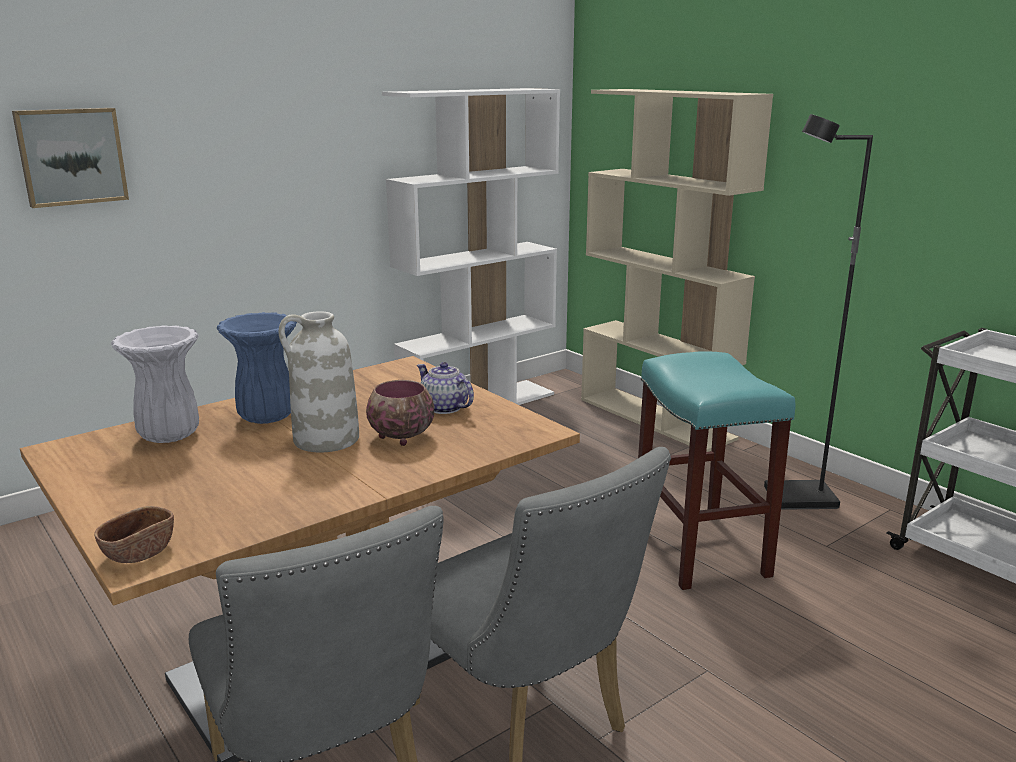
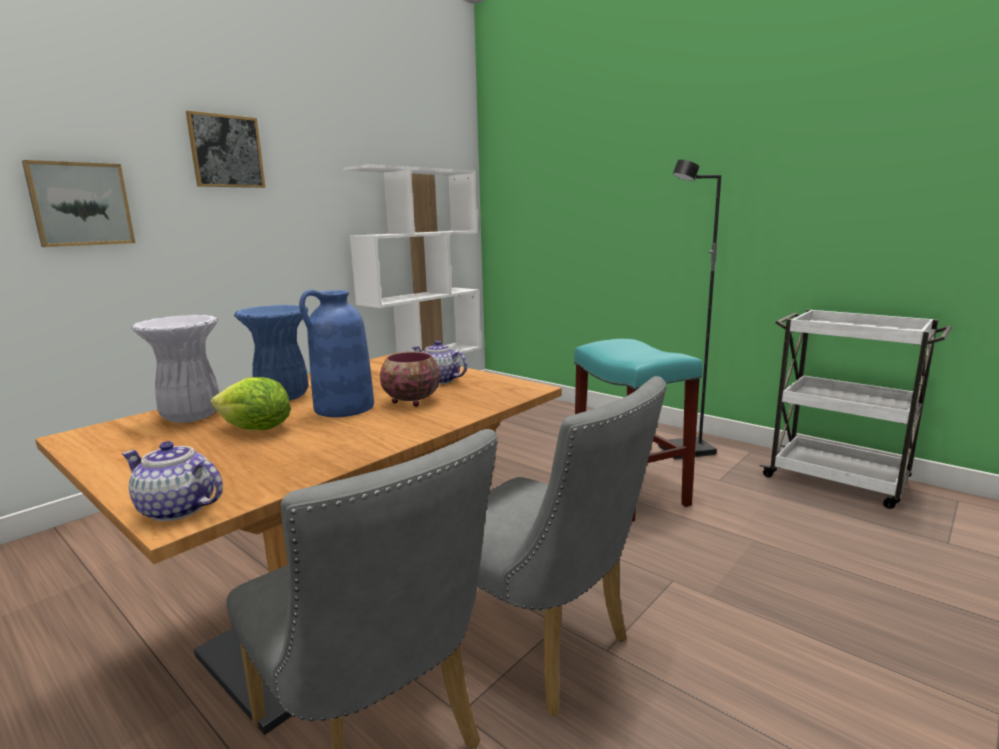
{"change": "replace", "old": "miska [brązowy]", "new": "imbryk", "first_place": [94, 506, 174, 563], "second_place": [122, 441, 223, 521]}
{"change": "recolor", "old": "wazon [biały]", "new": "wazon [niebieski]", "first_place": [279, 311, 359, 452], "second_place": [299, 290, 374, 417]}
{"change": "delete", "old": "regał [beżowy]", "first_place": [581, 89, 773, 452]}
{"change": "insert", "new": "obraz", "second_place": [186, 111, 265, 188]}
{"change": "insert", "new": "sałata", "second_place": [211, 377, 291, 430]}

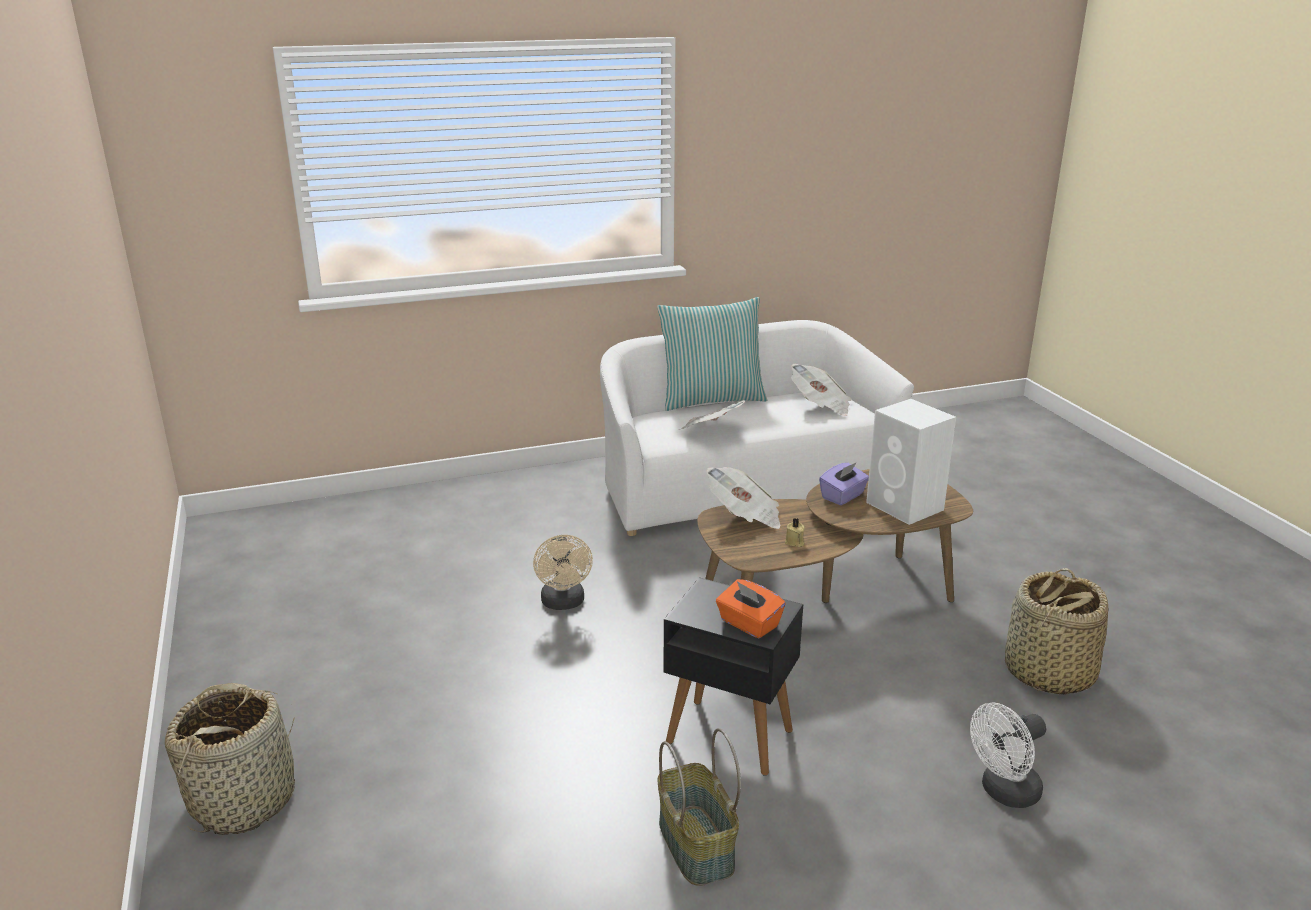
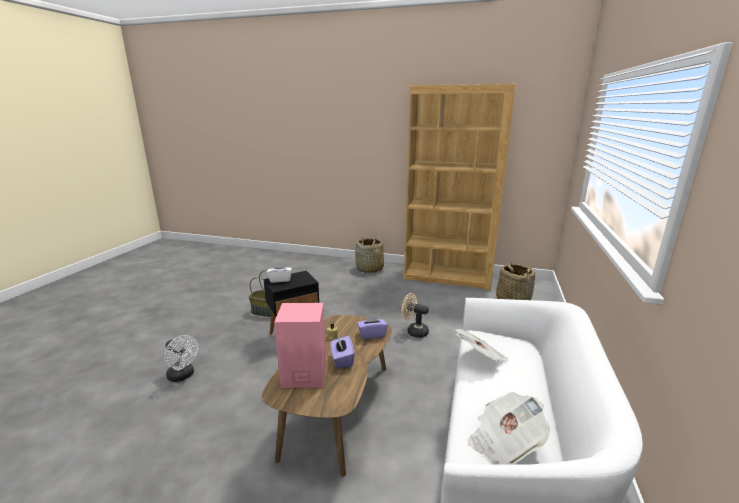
{"change": "delete", "old": "poduszka", "first_place": [657, 297, 767, 411]}
{"change": "replace", "old": "gazeta", "new": "pudełko chusteczek [fioletowy]", "first_place": [706, 467, 780, 529], "second_place": [357, 314, 388, 339]}
{"change": "recolor", "old": "pudełko chusteczek [pomarańczowy]", "new": "pudełko chusteczek [biały]", "first_place": [716, 579, 786, 639], "second_place": [267, 262, 292, 283]}
{"change": "recolor", "old": "głośnik [biały]", "new": "głośnik [różowy]", "first_place": [866, 399, 956, 525], "second_place": [274, 303, 326, 388]}
{"change": "rotate", "old": "wentylator [biały]", "first_place": [970, 702, 1046, 808], "second_place": [164, 335, 198, 382], "degrees": 120}
{"change": "move", "old": "koszyk", "first_place": [1005, 568, 1108, 695], "second_place": [496, 262, 535, 300]}
{"change": "insert", "new": "regał [brązowy]", "second_place": [404, 84, 515, 290]}

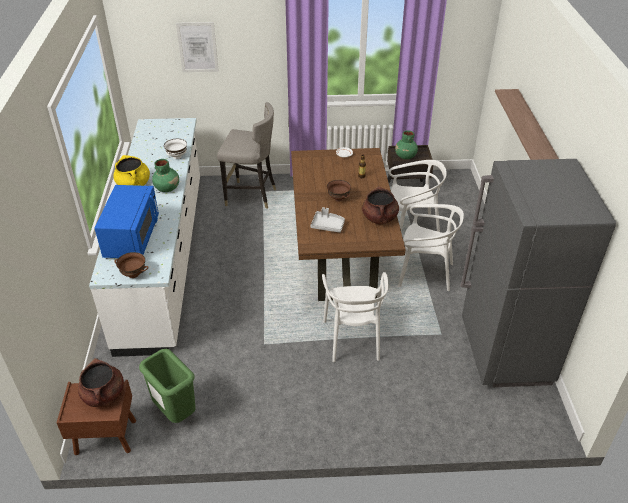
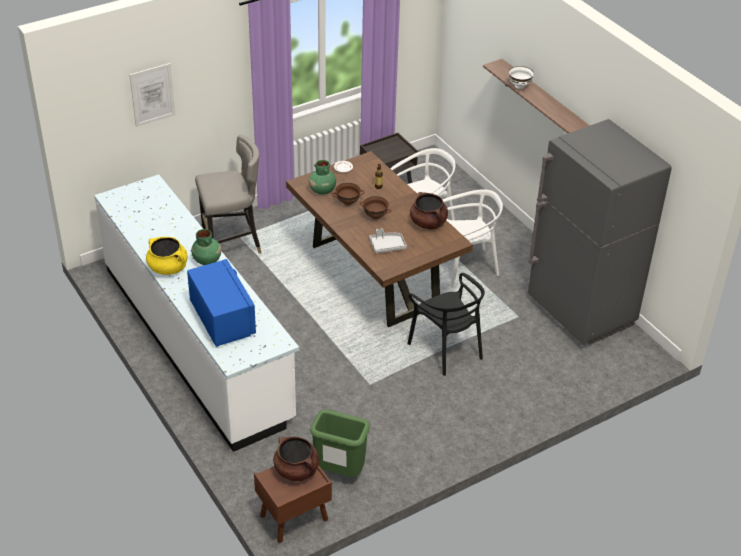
{"change": "move", "old": "miska [brązowy]", "first_place": [114, 252, 149, 278], "second_place": [332, 183, 365, 206]}
{"change": "move", "old": "miska [biały]", "first_place": [164, 139, 187, 159], "second_place": [509, 66, 534, 89]}
{"change": "recolor", "old": "krzesło [biały]", "new": "krzesło [czarny]", "first_place": [322, 272, 388, 362], "second_place": [407, 273, 485, 376]}
{"change": "move", "old": "wazon [zielony]", "first_place": [395, 130, 418, 159], "second_place": [309, 160, 336, 195]}

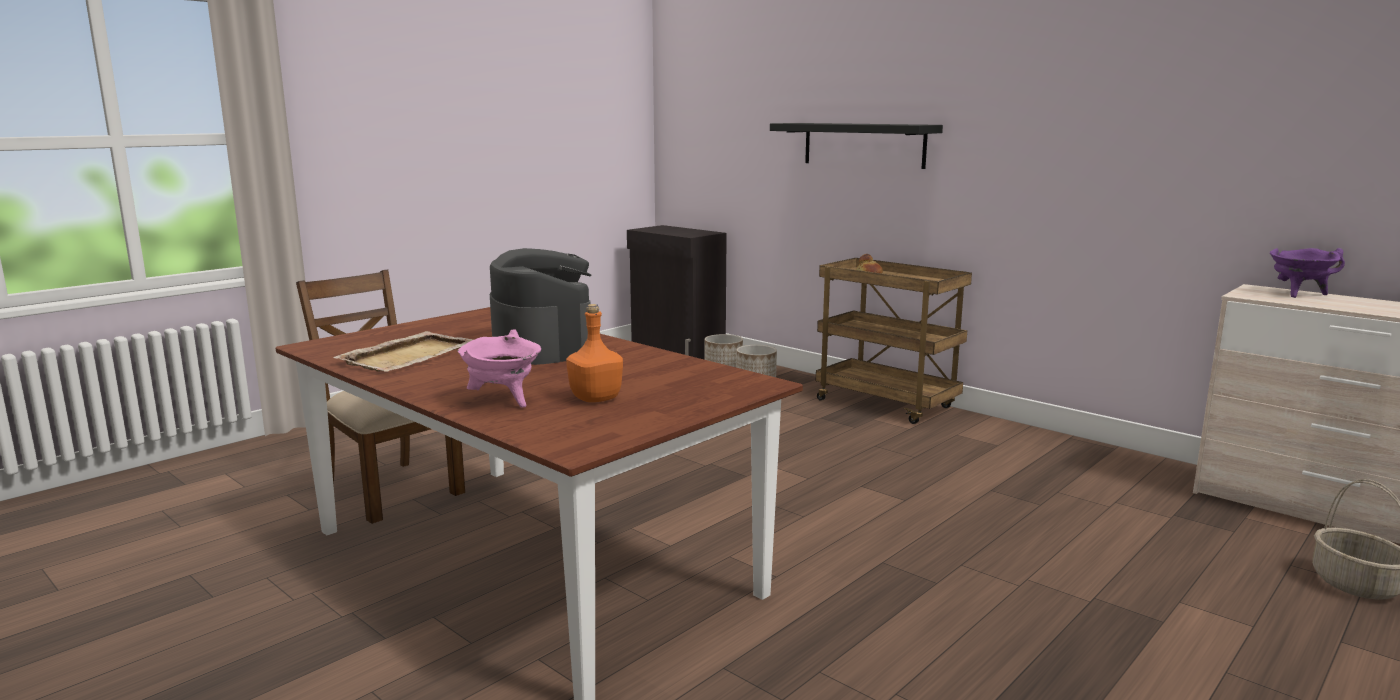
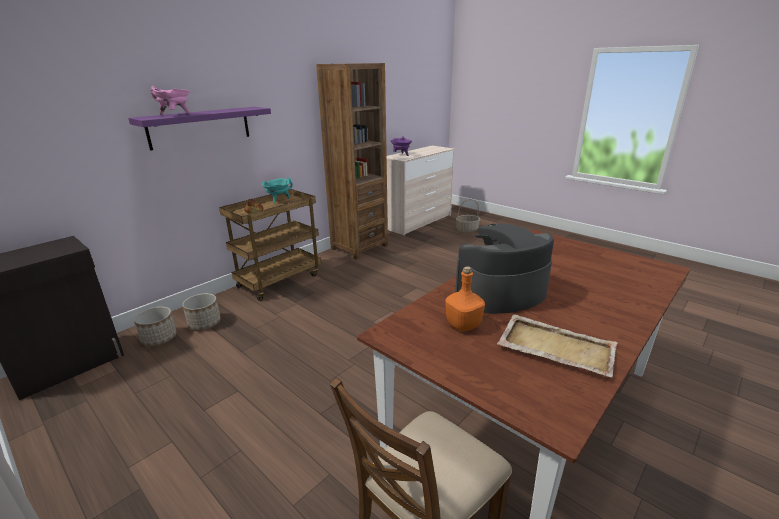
{"change": "move", "old": "garnek [różowy]", "first_place": [457, 329, 541, 407], "second_place": [150, 86, 190, 115]}
{"change": "move", "old": "butelka [pomarańczowy]", "first_place": [566, 304, 623, 402], "second_place": [445, 267, 485, 331]}
{"change": "recolor", "old": "półka [czarny]", "new": "półka [fioletowy]", "first_place": [770, 123, 943, 169], "second_place": [128, 107, 271, 151]}
{"change": "insert", "new": "garnek [turkusowy]", "second_place": [262, 178, 293, 204]}
{"change": "insert", "new": "regał [brązowy]", "second_place": [316, 63, 388, 260]}

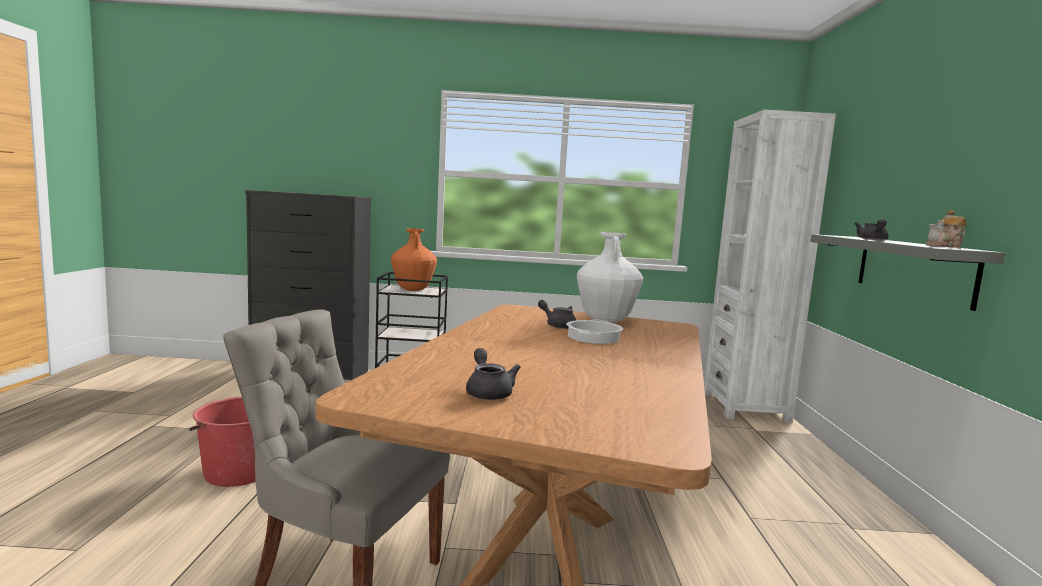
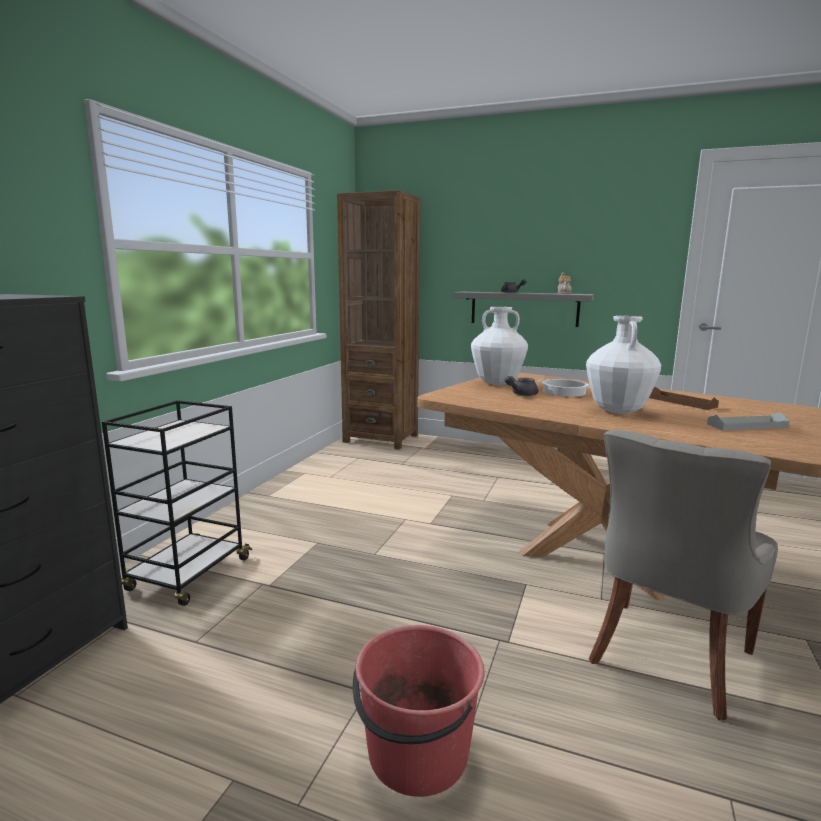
{"change": "delete", "old": "wazon [pomarańczowy]", "first_place": [391, 228, 437, 291]}
{"change": "replace", "old": "imbryk [szary]", "new": "taca [szary]", "first_place": [466, 348, 521, 400], "second_place": [707, 412, 790, 430]}
{"change": "recolor", "old": "regał [biały]", "new": "regał [brązowy]", "first_place": [704, 110, 836, 423], "second_place": [337, 190, 421, 450]}
{"change": "insert", "new": "wazon [biały]", "second_place": [586, 316, 661, 414]}
{"change": "insert", "new": "taca [brązowy]", "second_place": [649, 387, 719, 410]}

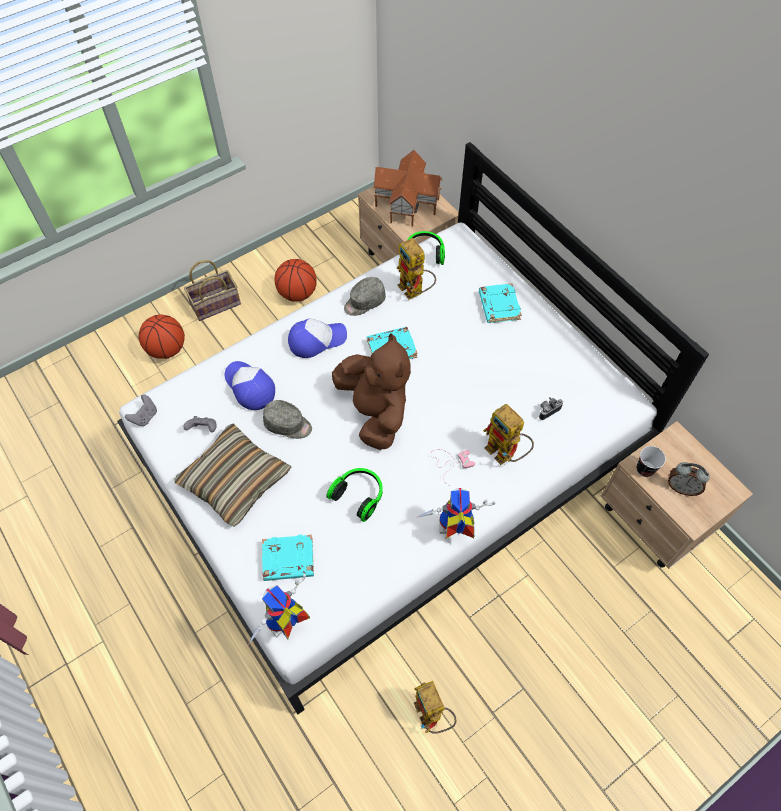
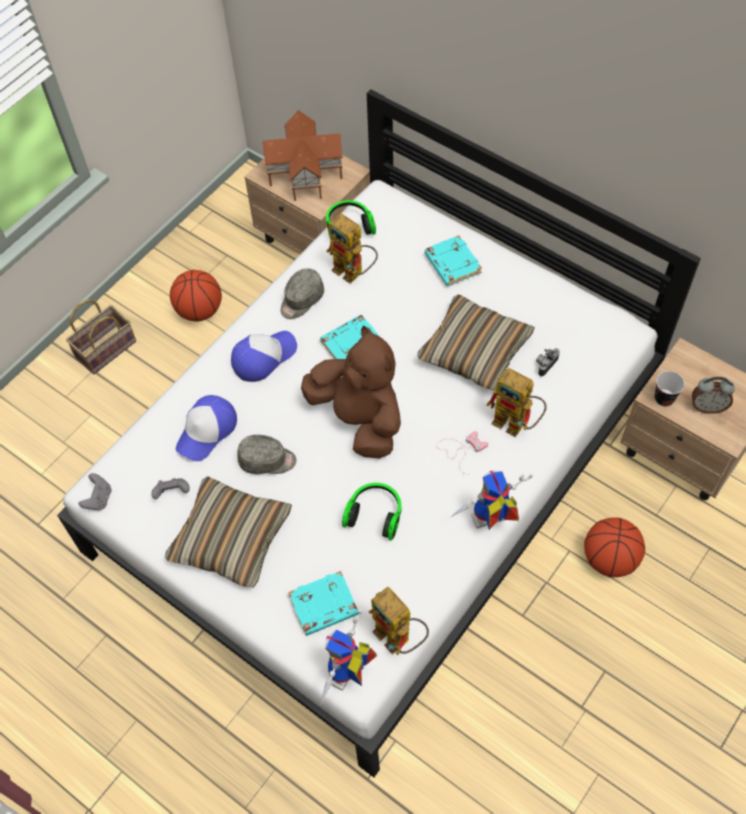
{"change": "move", "old": "piłka do koszykówki", "first_place": [138, 315, 185, 359], "second_place": [584, 518, 645, 577]}
{"change": "rotate", "old": "czapka z daszkiem", "first_place": [225, 361, 275, 410], "second_place": [176, 395, 237, 461], "degrees": -90}
{"change": "move", "old": "robot zabawkowy", "first_place": [414, 681, 456, 734], "second_place": [369, 587, 429, 655]}
{"change": "insert", "new": "poduszka", "second_place": [417, 295, 535, 391]}

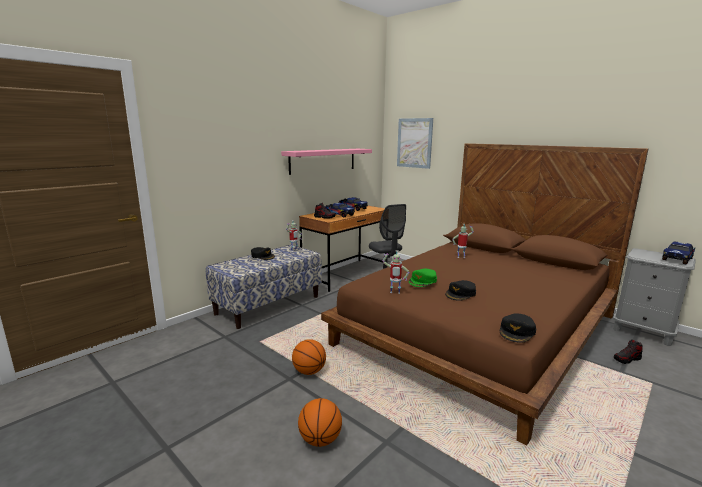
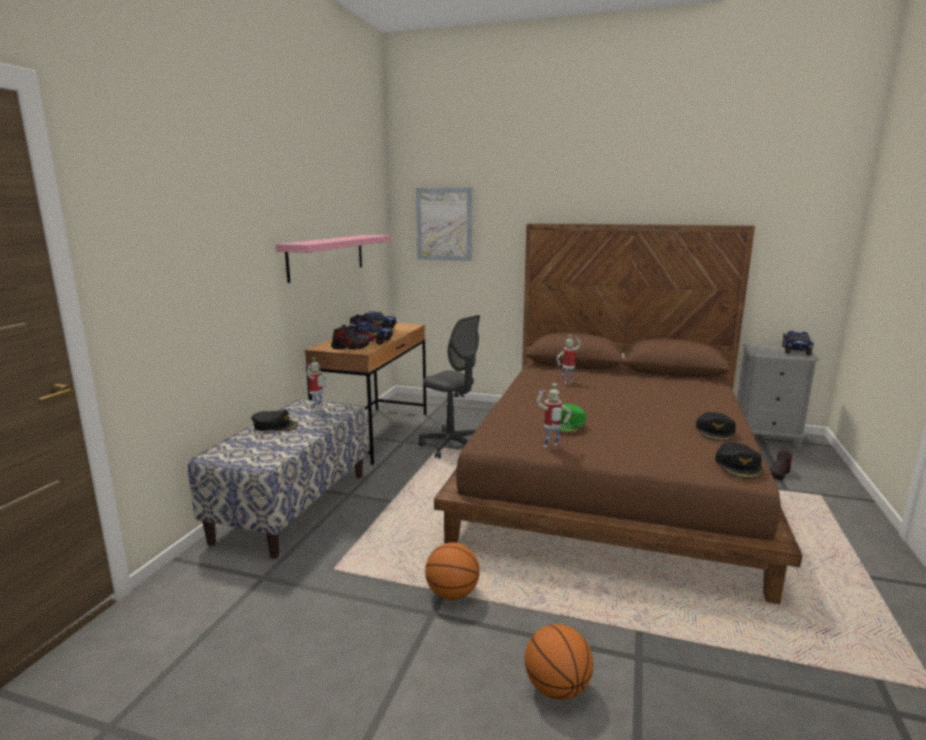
{"change": "move", "old": "czapka z daszkiem [czarny]", "first_place": [445, 280, 476, 301], "second_place": [696, 412, 736, 441]}

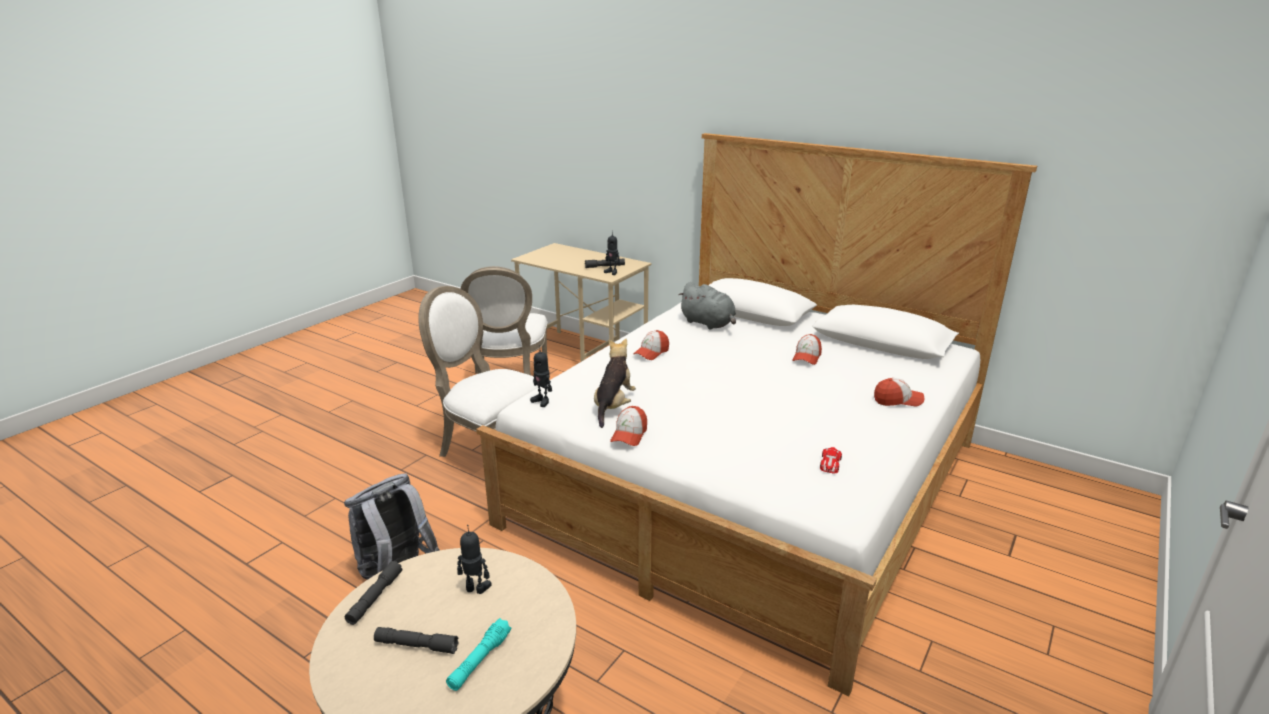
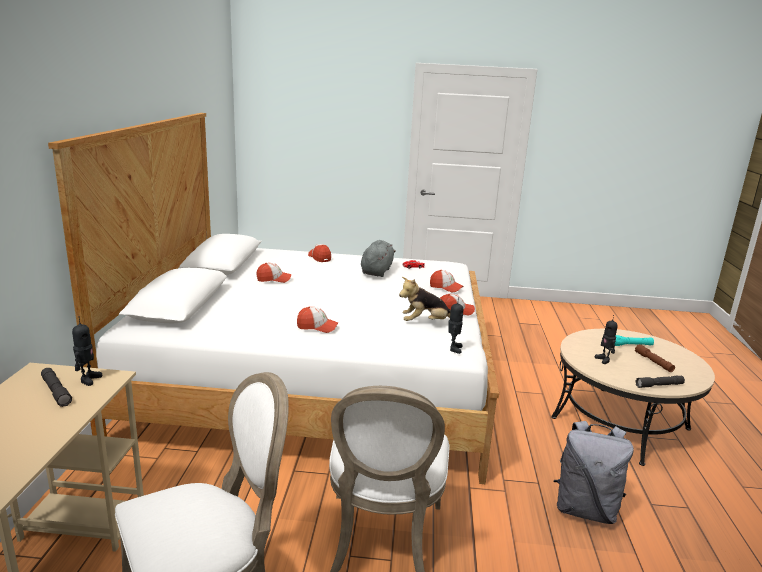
{"change": "recolor", "old": "latarka [szary]", "new": "latarka [brązowy]", "first_place": [374, 627, 459, 654], "second_place": [635, 344, 675, 372]}
{"change": "move", "old": "pluszak [szary]", "first_place": [678, 282, 736, 330], "second_place": [361, 240, 396, 277]}
{"change": "insert", "new": "czapka z daszkiem", "second_place": [430, 270, 464, 293]}

